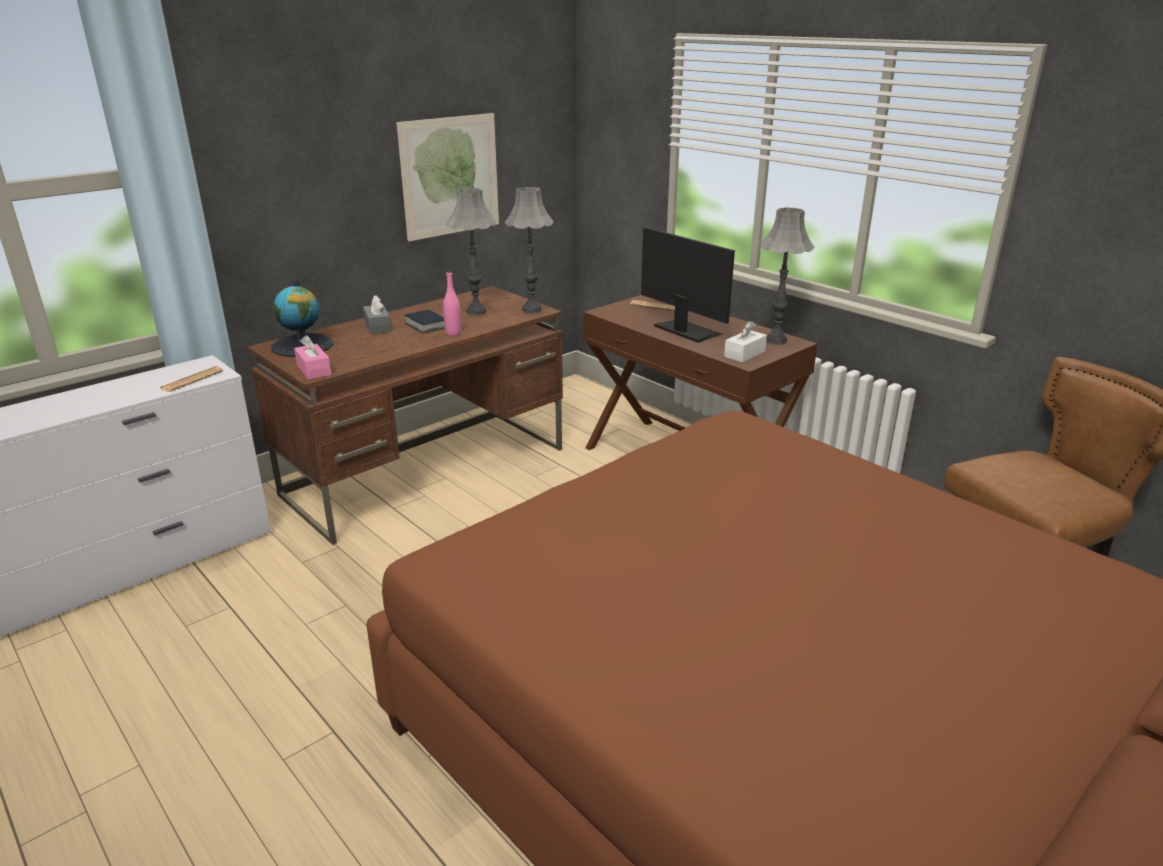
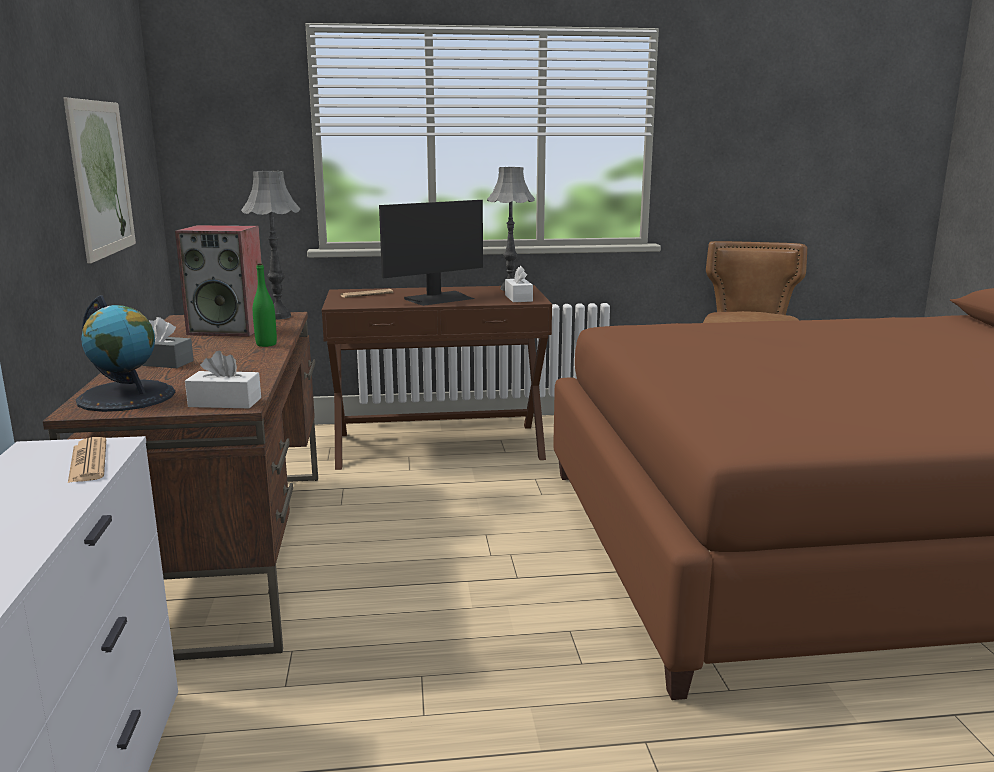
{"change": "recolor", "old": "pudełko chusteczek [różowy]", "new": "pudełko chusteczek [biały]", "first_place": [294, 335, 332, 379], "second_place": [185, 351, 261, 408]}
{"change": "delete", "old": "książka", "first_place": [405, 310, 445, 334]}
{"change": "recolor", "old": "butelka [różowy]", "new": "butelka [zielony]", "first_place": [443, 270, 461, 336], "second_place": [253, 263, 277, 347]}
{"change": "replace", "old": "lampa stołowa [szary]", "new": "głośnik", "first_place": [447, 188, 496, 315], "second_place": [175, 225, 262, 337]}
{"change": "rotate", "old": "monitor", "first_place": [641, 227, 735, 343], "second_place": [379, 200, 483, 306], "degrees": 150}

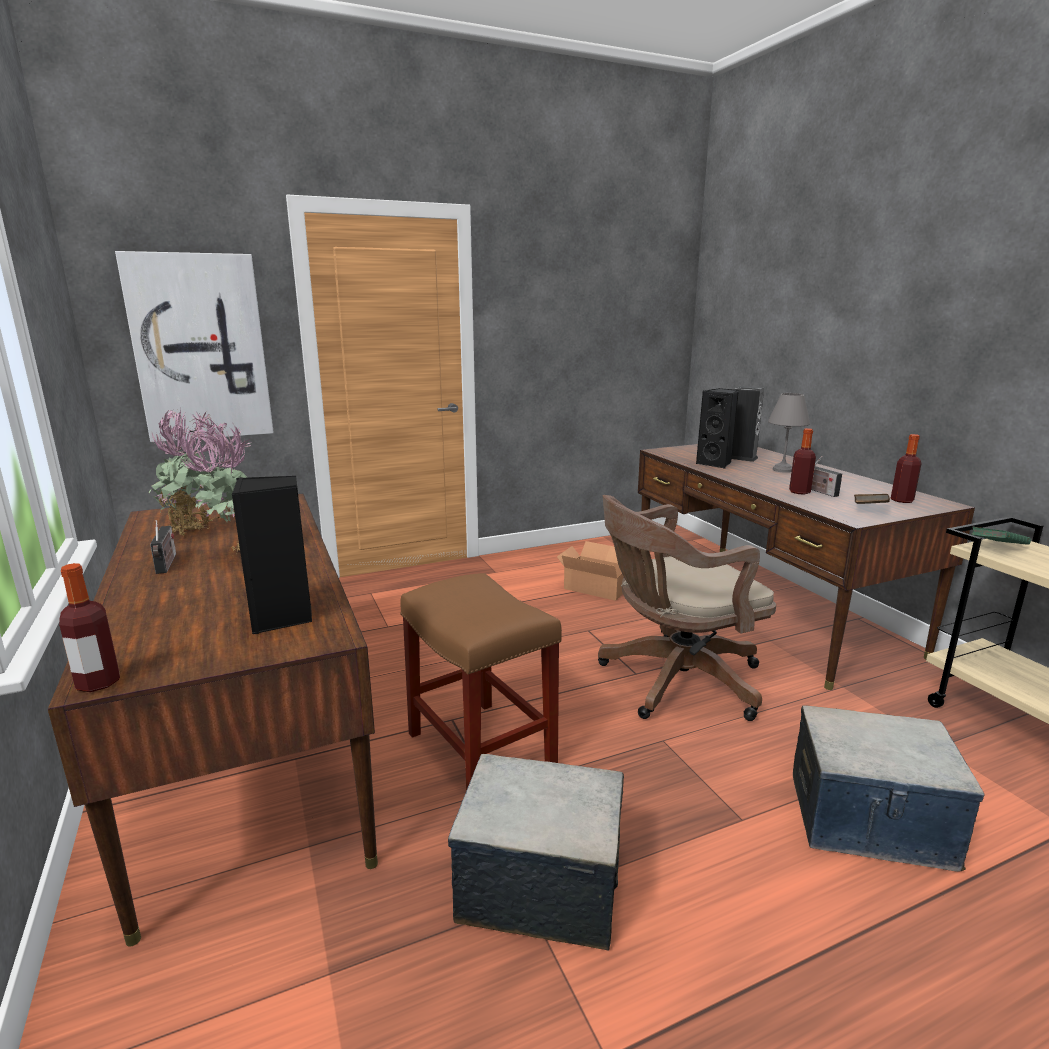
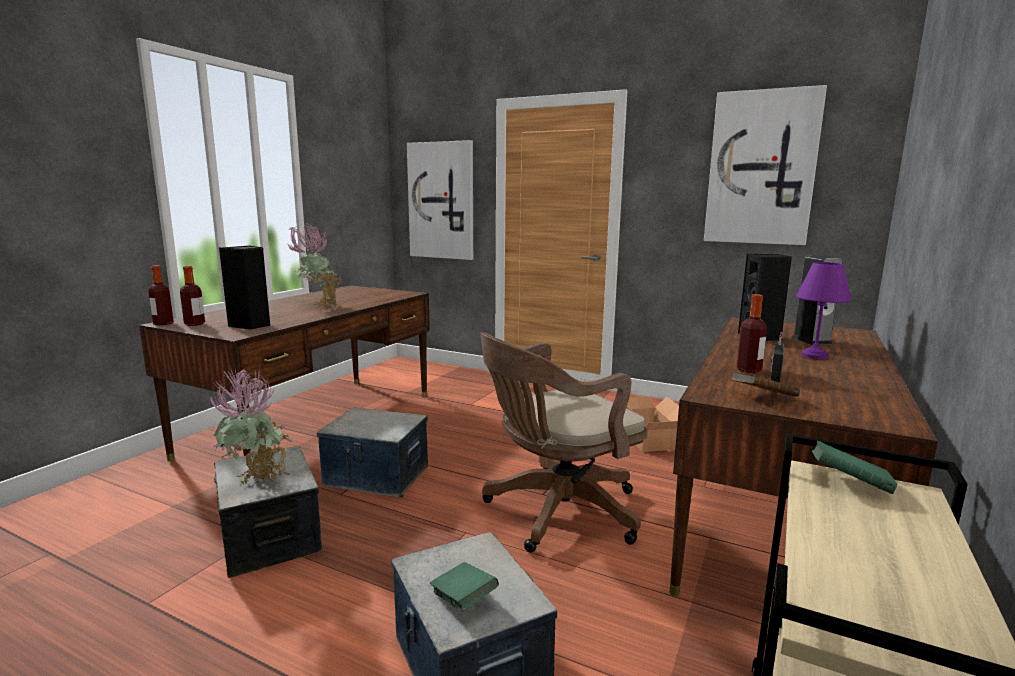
{"change": "move", "old": "roślina doniczkowa", "first_place": [149, 409, 221, 536], "second_place": [209, 368, 293, 485]}
{"change": "delete", "old": "radio", "first_place": [150, 520, 176, 574]}
{"change": "replace", "old": "stołek [brązowy]", "new": "pojemnik do przechowywania", "first_place": [400, 573, 562, 791], "second_place": [317, 408, 428, 498]}
{"change": "rotate", "old": "krzesło biurowe [brązowy]", "first_place": [598, 495, 776, 721], "second_place": [480, 332, 647, 552], "degrees": -60}
{"change": "recolor", "old": "lampa stołowa [szary]", "new": "lampa stołowa [fioletowy]", "first_place": [768, 393, 810, 473], "second_place": [796, 262, 851, 359]}
{"change": "move", "old": "butelka", "first_place": [891, 434, 922, 503], "second_place": [180, 266, 205, 326]}
{"change": "insert", "new": "książka [zielony]", "second_place": [430, 562, 499, 612]}
{"change": "insert", "new": "obraz", "second_place": [704, 85, 827, 245]}

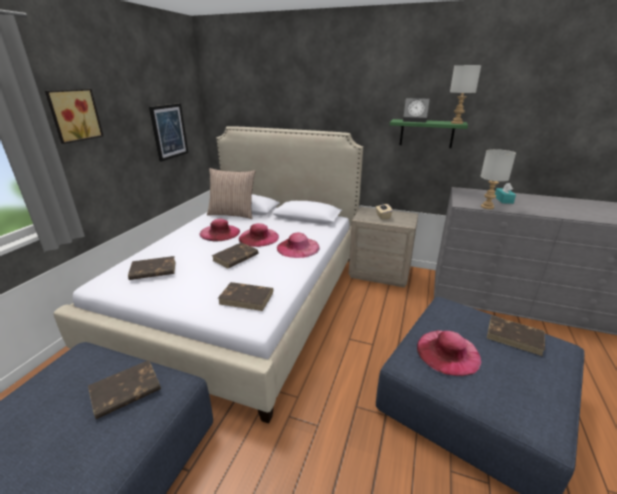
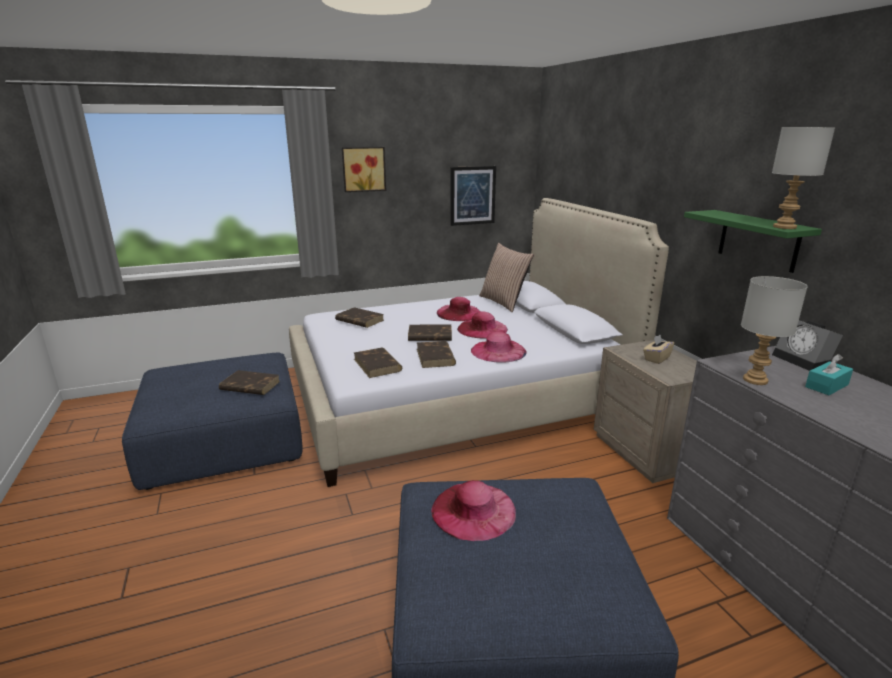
{"change": "move", "old": "budzik", "first_place": [403, 97, 430, 122], "second_place": [772, 320, 843, 371]}
{"change": "move", "old": "książka [brązowy]", "first_place": [487, 316, 545, 356], "second_place": [417, 341, 456, 368]}

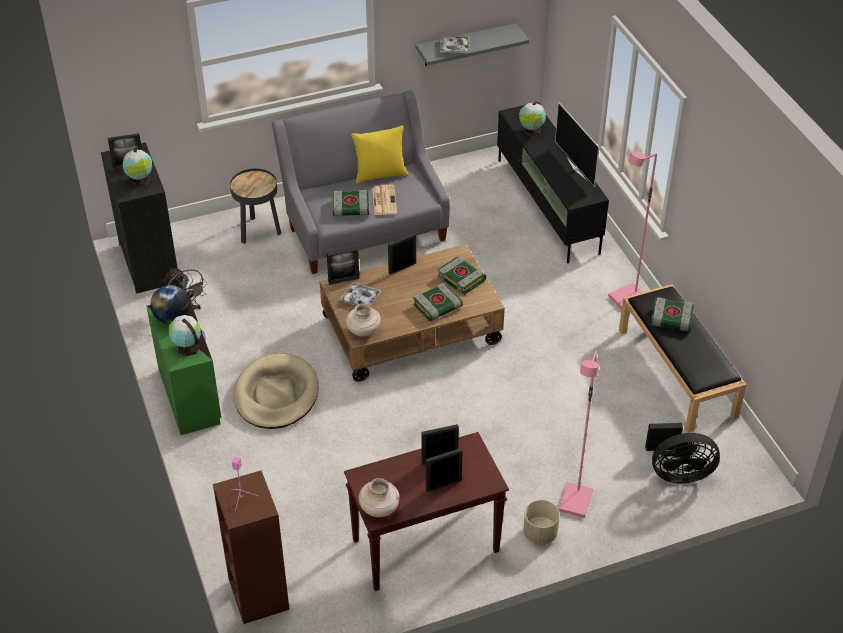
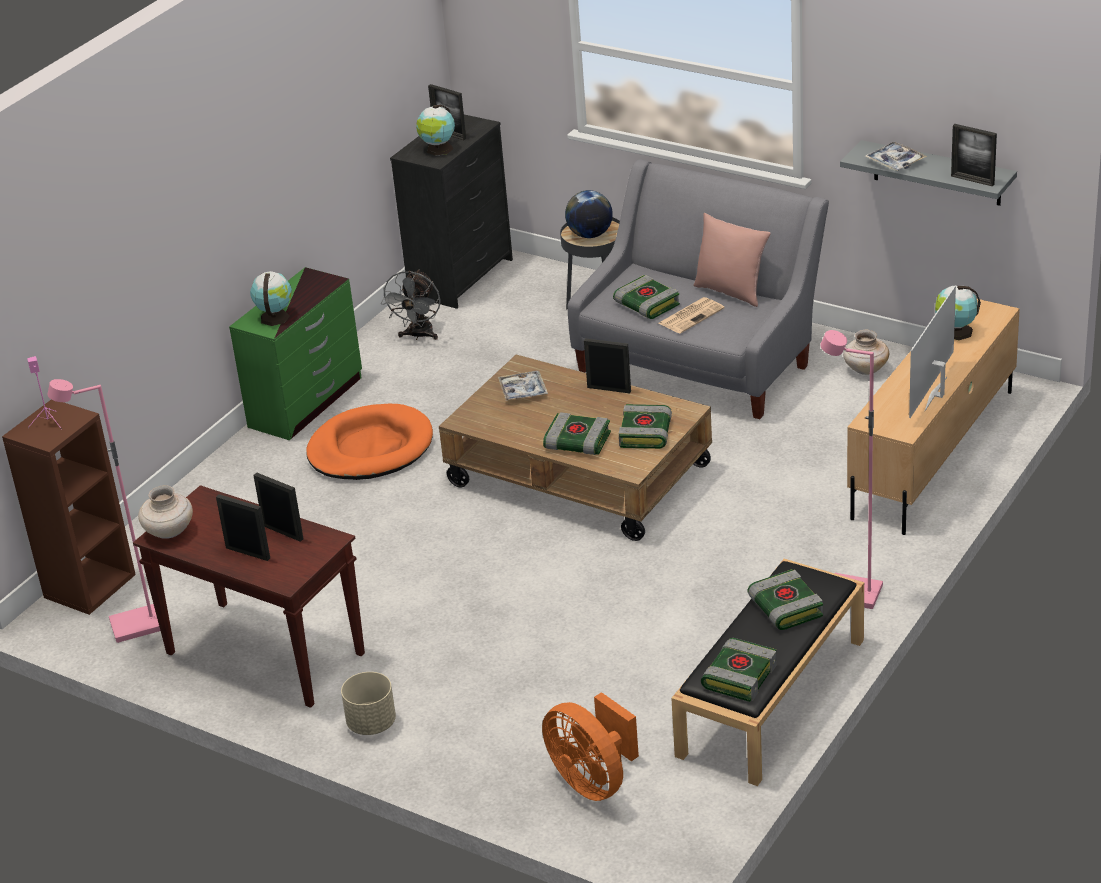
{"change": "move", "old": "globus", "first_place": [150, 285, 190, 324], "second_place": [565, 190, 613, 238]}
{"change": "recolor", "old": "legowisko [beżowy]", "new": "legowisko [pomarańczowy]", "first_place": [233, 354, 319, 429], "second_place": [306, 404, 433, 480]}
{"change": "move", "old": "ramka na zdjęcie", "first_place": [327, 248, 359, 285], "second_place": [951, 124, 997, 186]}
{"change": "move", "old": "wazon [beżowy]", "first_place": [346, 303, 381, 337], "second_place": [843, 330, 889, 375]}
{"change": "recolor", "old": "poduszka [żółty]", "new": "poduszka [różowy]", "first_place": [351, 126, 408, 183], "second_place": [694, 213, 771, 307]}
{"change": "recolor", "old": "szafka pod telewizor [czarny]", "new": "szafka pod telewizor [beżowy]", "first_place": [497, 105, 609, 263], "second_place": [847, 299, 1020, 535]}
{"change": "move", "old": "lampa stojąca [różowy]", "first_place": [558, 351, 599, 518], "second_place": [47, 379, 160, 643]}
{"change": "recolor", "old": "wentylator [czarny]", "new": "wentylator [pomarańczowy]", "first_place": [645, 423, 720, 483], "second_place": [542, 692, 639, 801]}
{"change": "insert", "new": "książka", "second_place": [701, 638, 777, 702]}

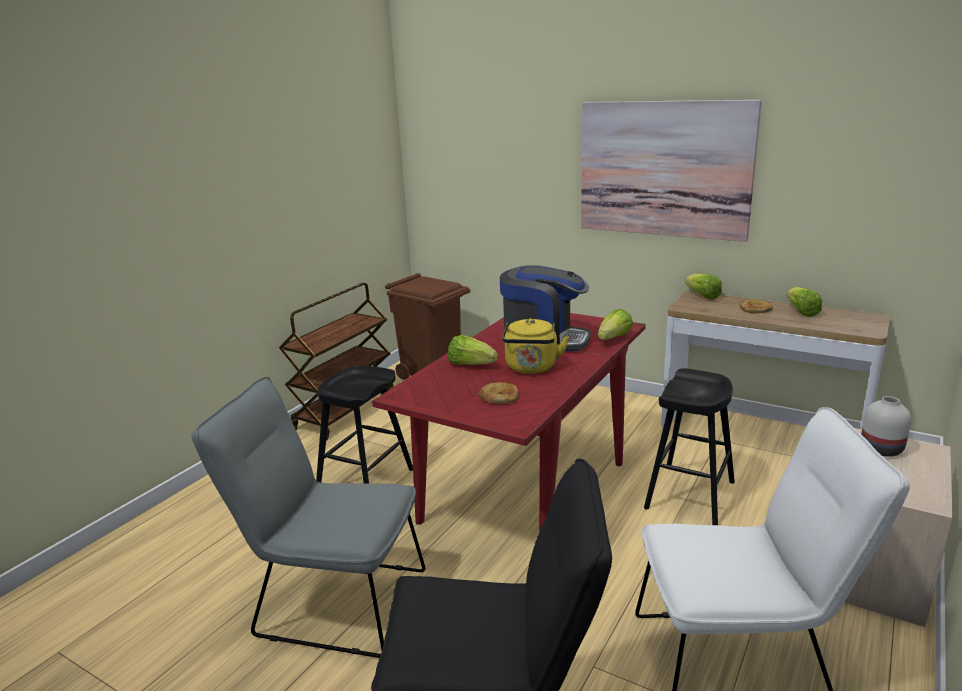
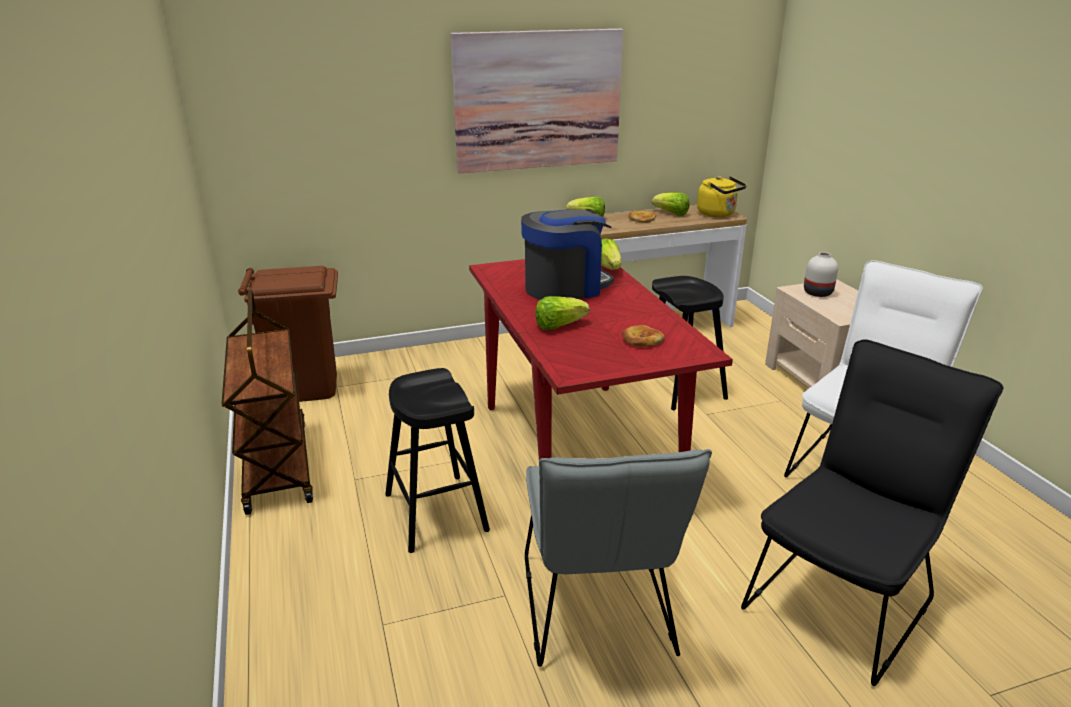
{"change": "rotate", "old": "krzesło [szary]", "first_place": [191, 377, 425, 658], "second_place": [525, 449, 712, 667], "degrees": -60}
{"change": "move", "old": "czajnik [żółty]", "first_place": [502, 318, 569, 374], "second_place": [697, 176, 747, 217]}

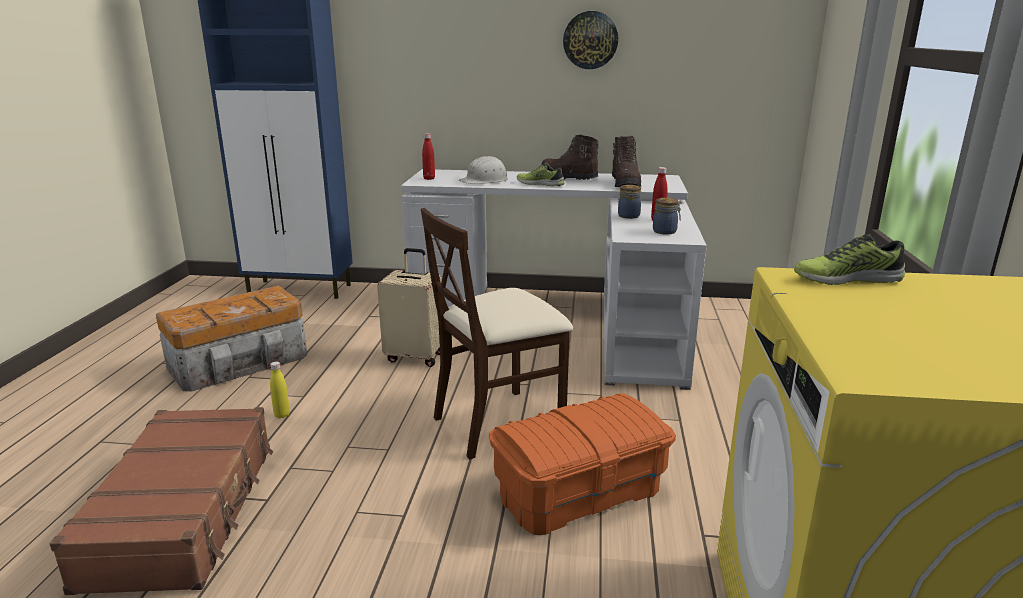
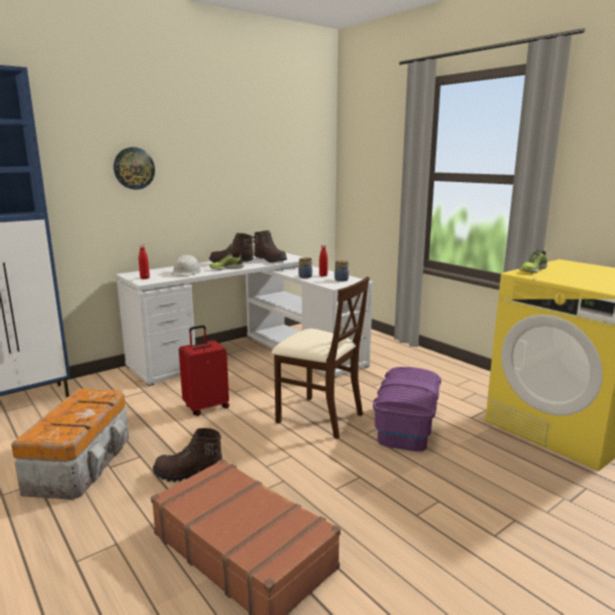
{"change": "replace", "old": "butelka [żółty]", "new": "but z cholewką [brązowy]", "first_place": [270, 362, 290, 419], "second_place": [153, 428, 222, 482]}
{"change": "recolor", "old": "walizka [beżowy]", "new": "walizka [czerwony]", "first_place": [377, 248, 441, 367], "second_place": [179, 325, 229, 416]}
{"change": "rotate", "old": "krzesło [beżowy]", "first_place": [421, 208, 573, 460], "second_place": [272, 277, 370, 439], "degrees": -75}
{"change": "recolor", "old": "pojemnik do przechowywania [pomarańczowy]", "new": "pojemnik do przechowywania [fioletowy]", "first_place": [489, 393, 676, 535], "second_place": [373, 367, 441, 451]}
{"change": "move", "old": "zegar ścienny", "first_place": [563, 11, 618, 69], "second_place": [114, 147, 155, 190]}

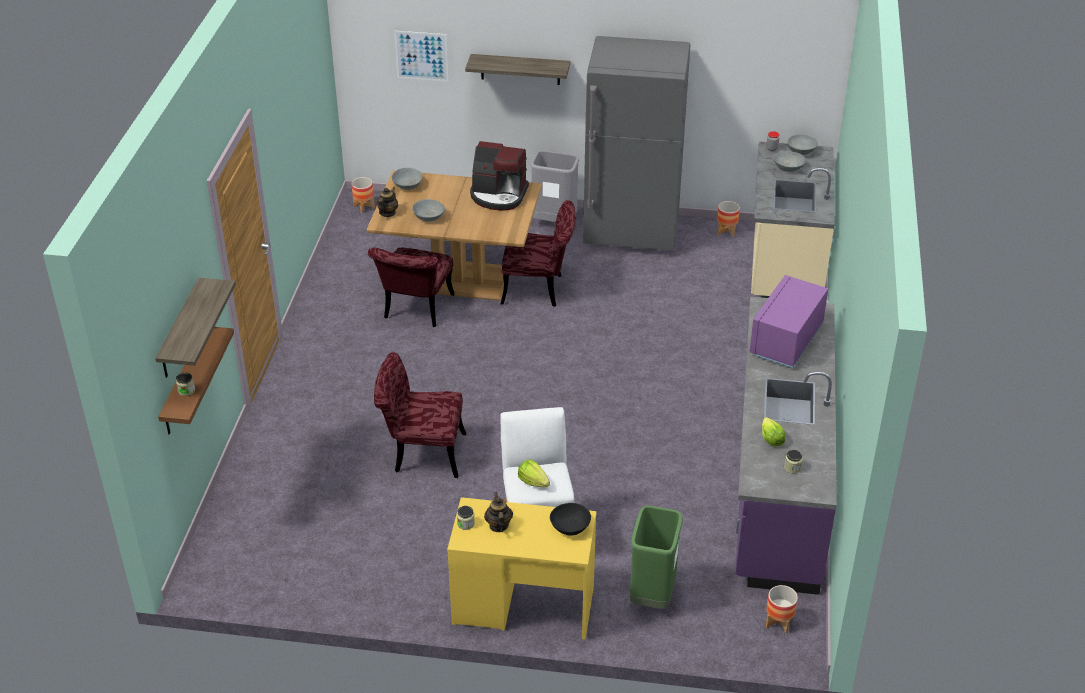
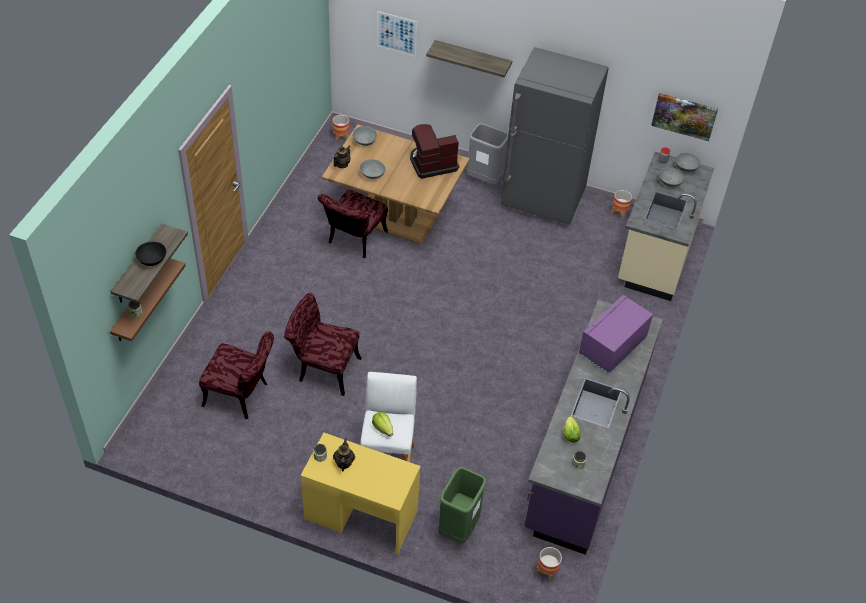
{"change": "rotate", "old": "ekspres do kawy", "first_place": [470, 141, 529, 210], "second_place": [410, 124, 459, 179], "degrees": 135}
{"change": "move", "old": "krzesło [czerwony]", "first_place": [501, 200, 576, 307], "second_place": [199, 331, 274, 419]}
{"change": "move", "old": "miska [czarny]", "first_place": [550, 503, 591, 536], "second_place": [135, 242, 166, 266]}
{"change": "insert", "new": "obraz", "second_place": [651, 93, 718, 141]}

